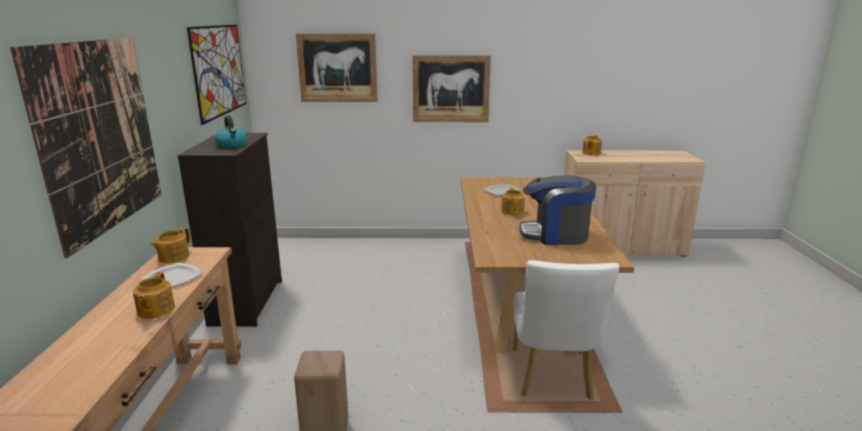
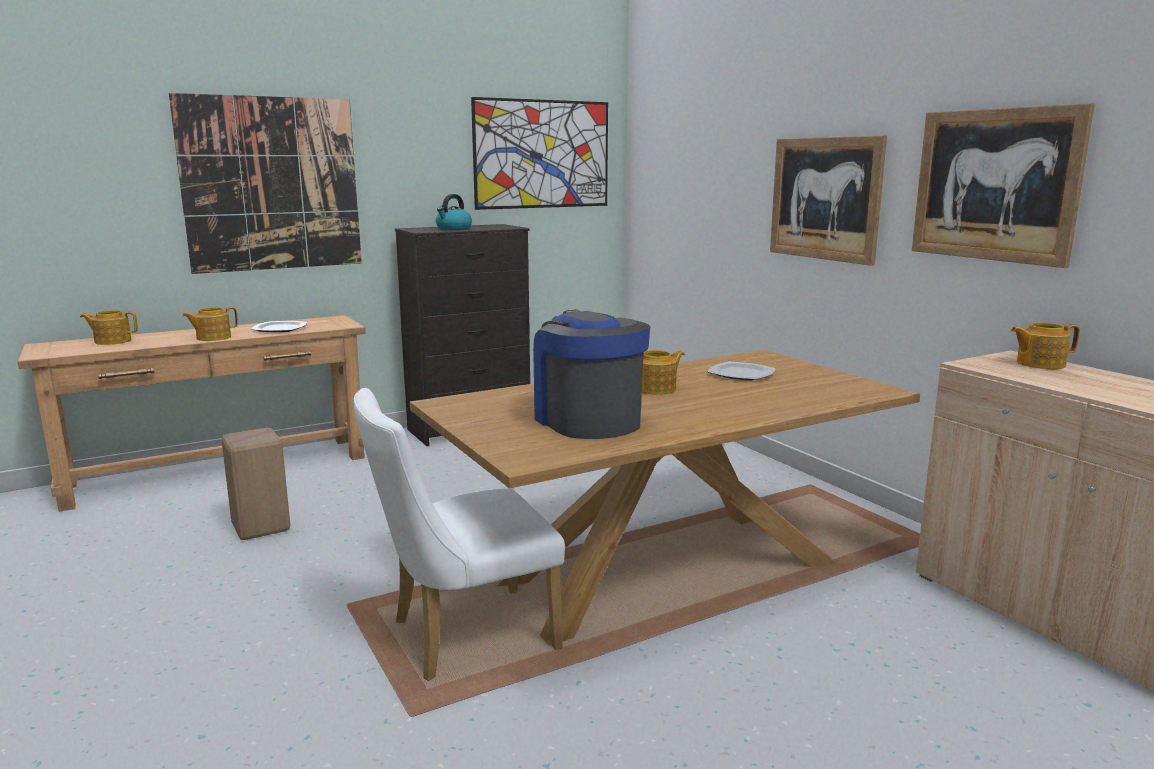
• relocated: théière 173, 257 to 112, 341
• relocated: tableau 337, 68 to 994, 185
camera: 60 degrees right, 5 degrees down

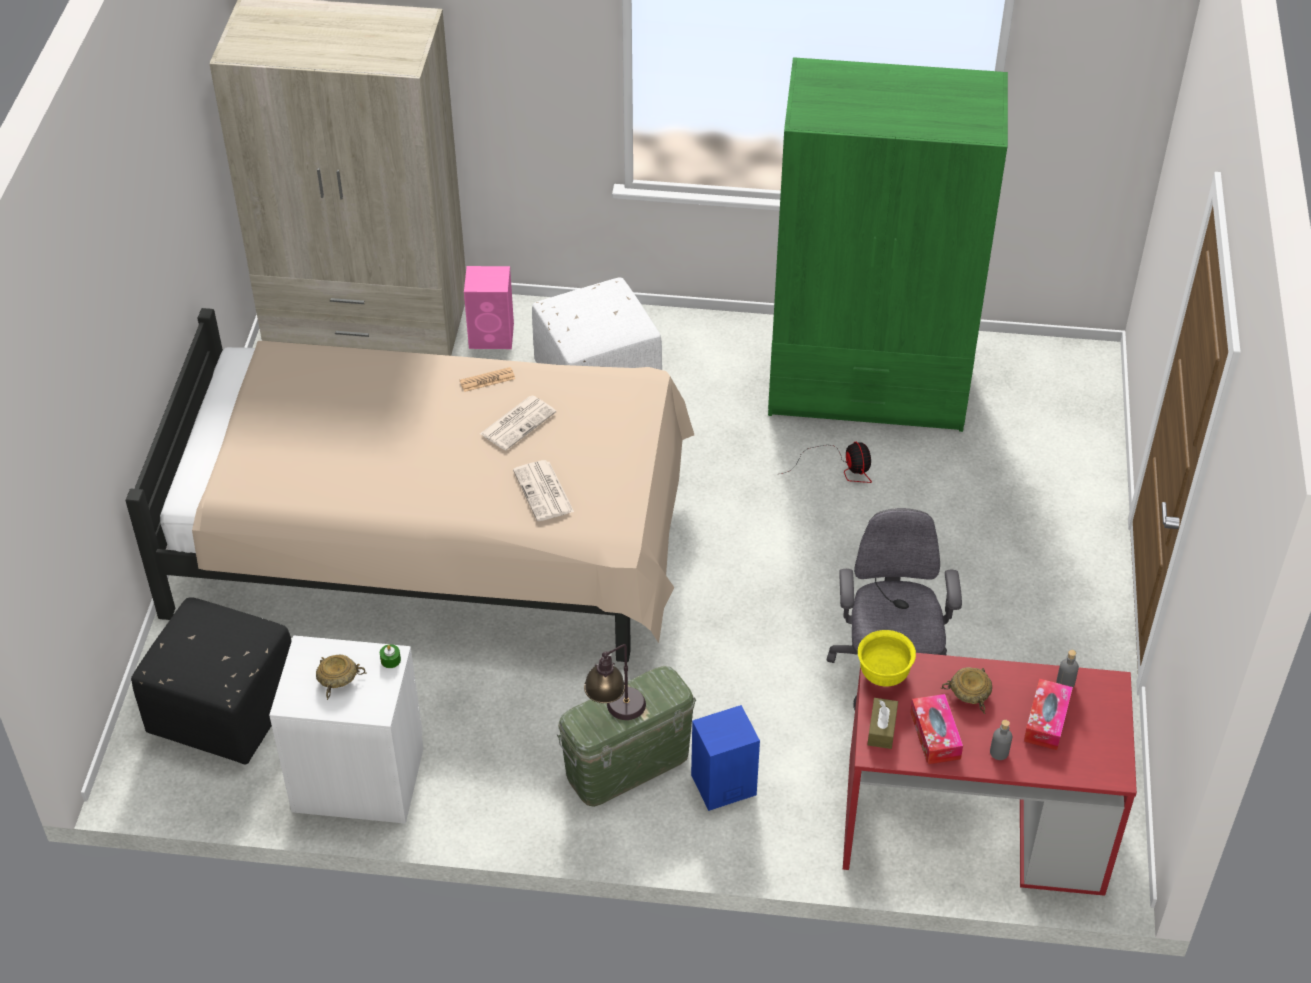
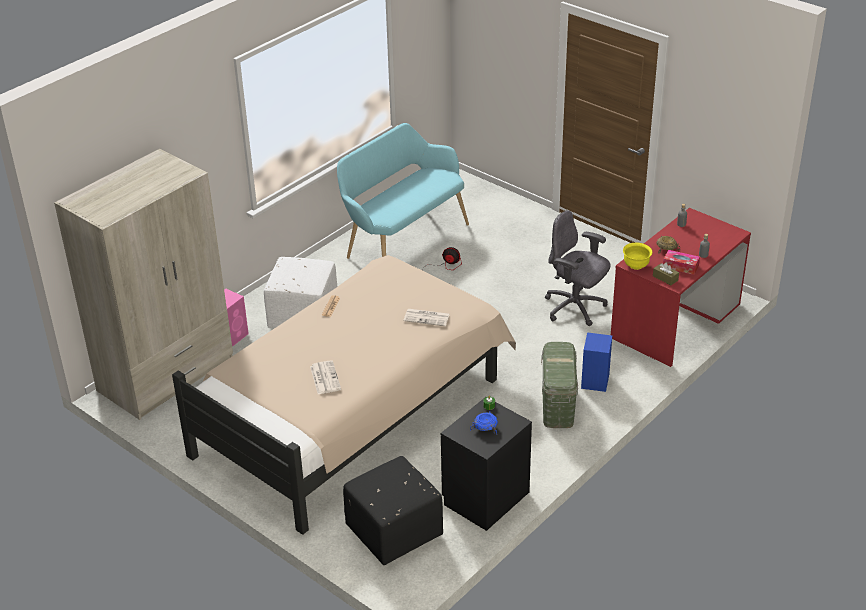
• relocated: journal 518, 422 to 325, 377
• exchanged: armoire/vert 868, 388 to banc/turquoise 402, 240
• colour: table de chevet/blanc 359, 777 to table de chevet/noir 485, 498
• colour: bol/beige 339, 680 to bol/bleu 486, 427
• missing: lampe de table 616, 714
• missing: boîte à mouchoirs 1046, 720
camera: 55 degrees left, 10 degrees down

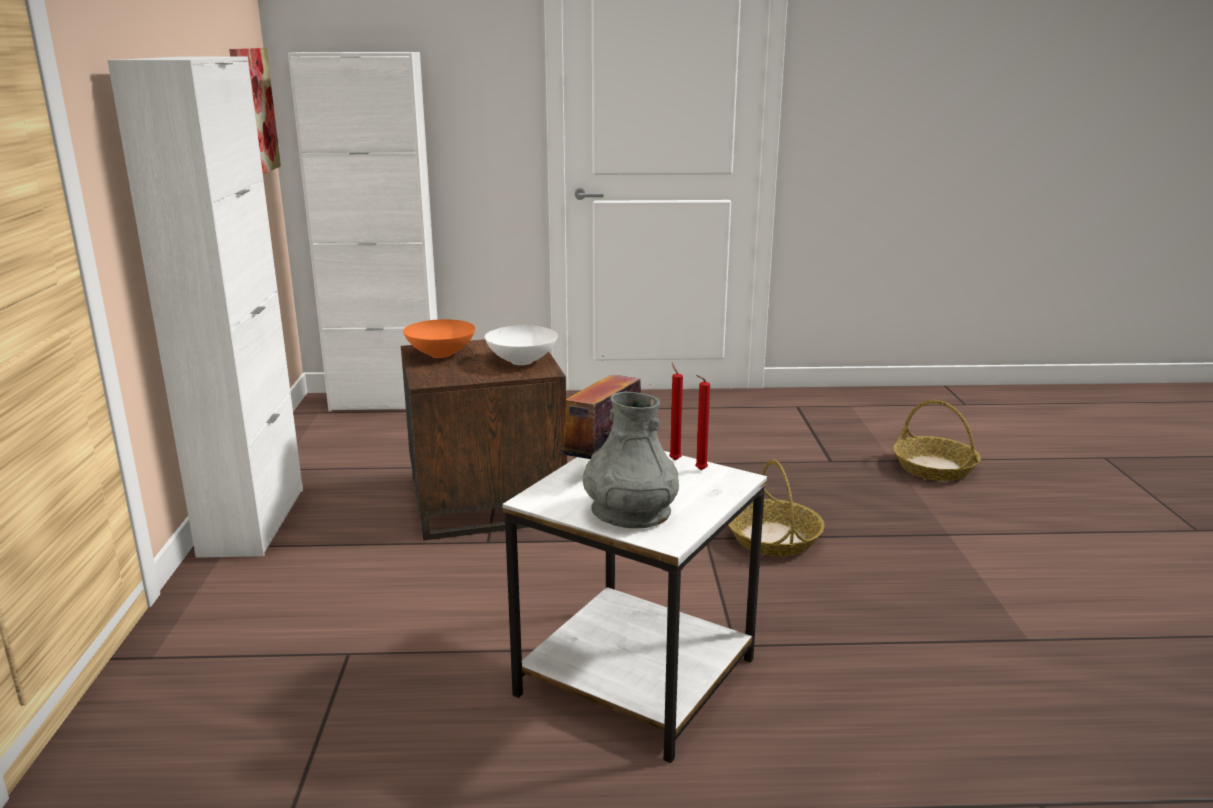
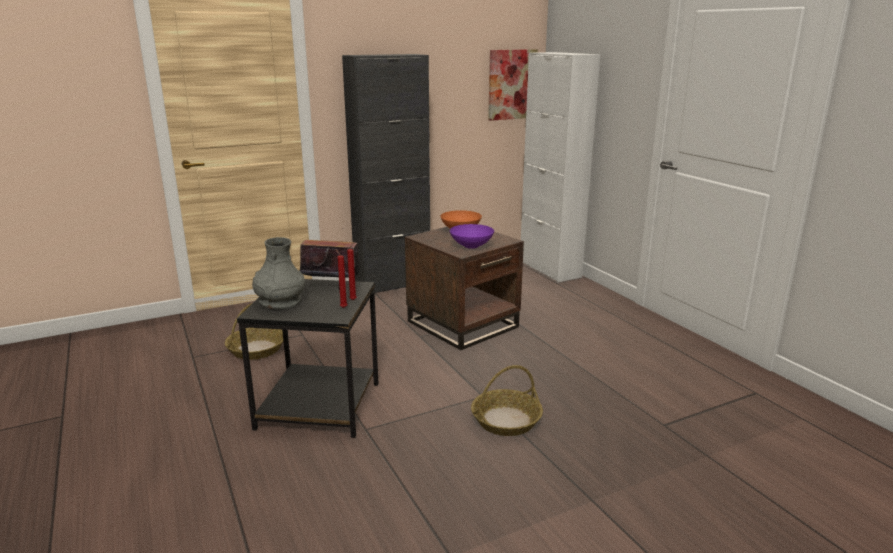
• relocated: panier 934, 468 to 256, 349
• colour: table d'appoint/blanc 637, 679 to table d'appoint/noir 317, 406
• colour: meuble de rangement/blanc 253, 521 to meuble de rangement/noir 392, 284
• colour: bol/blanc 522, 361 to bol/violet 472, 246
camera: 65 degrees right, 0 degrees up

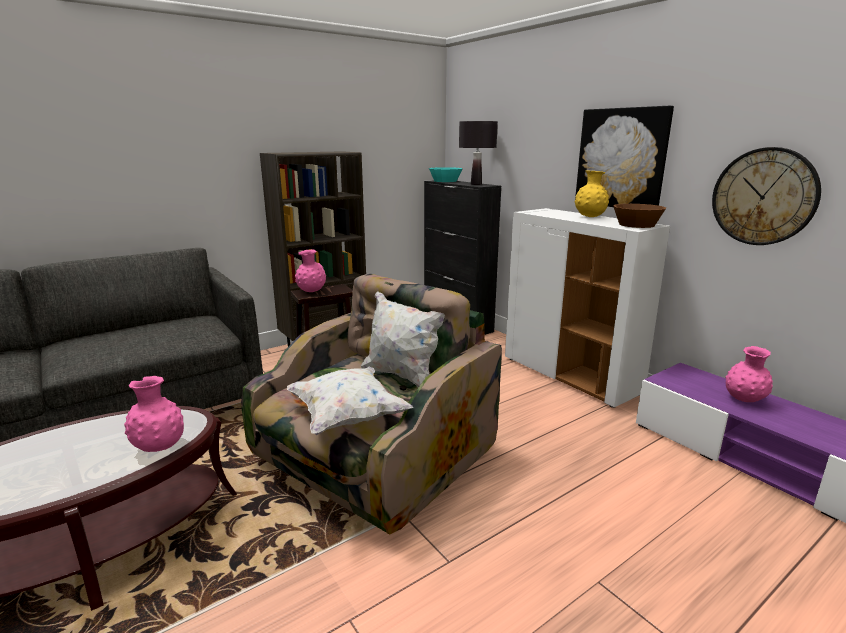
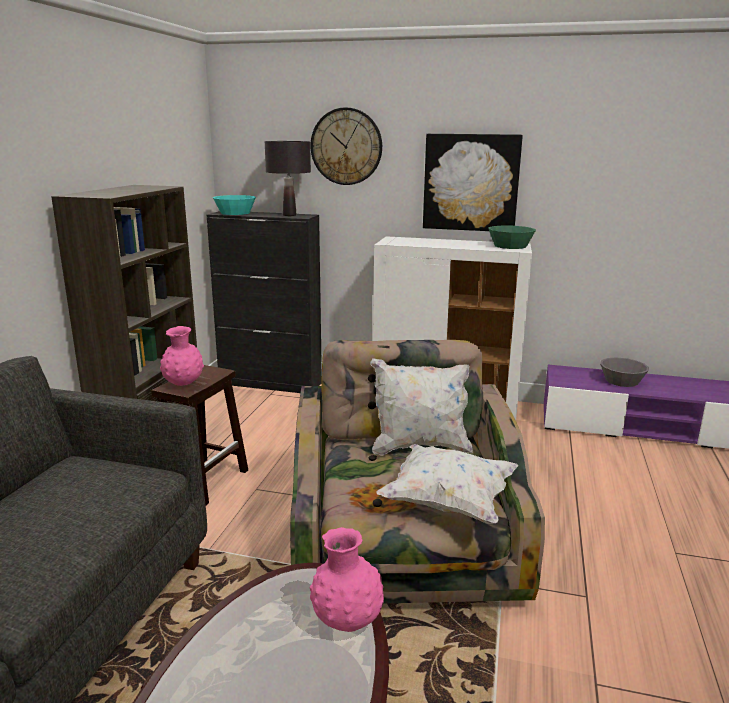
• relocated: horloge murale 763, 197 to 346, 146
• colour: bol/marron 636, 225 to bol/vert 510, 246
• exchanged: vase/rose 744, 400 to bol/gris 621, 381
• missing: vase/jaune 589, 217
camera: 40 degrees left, 0 degrees up

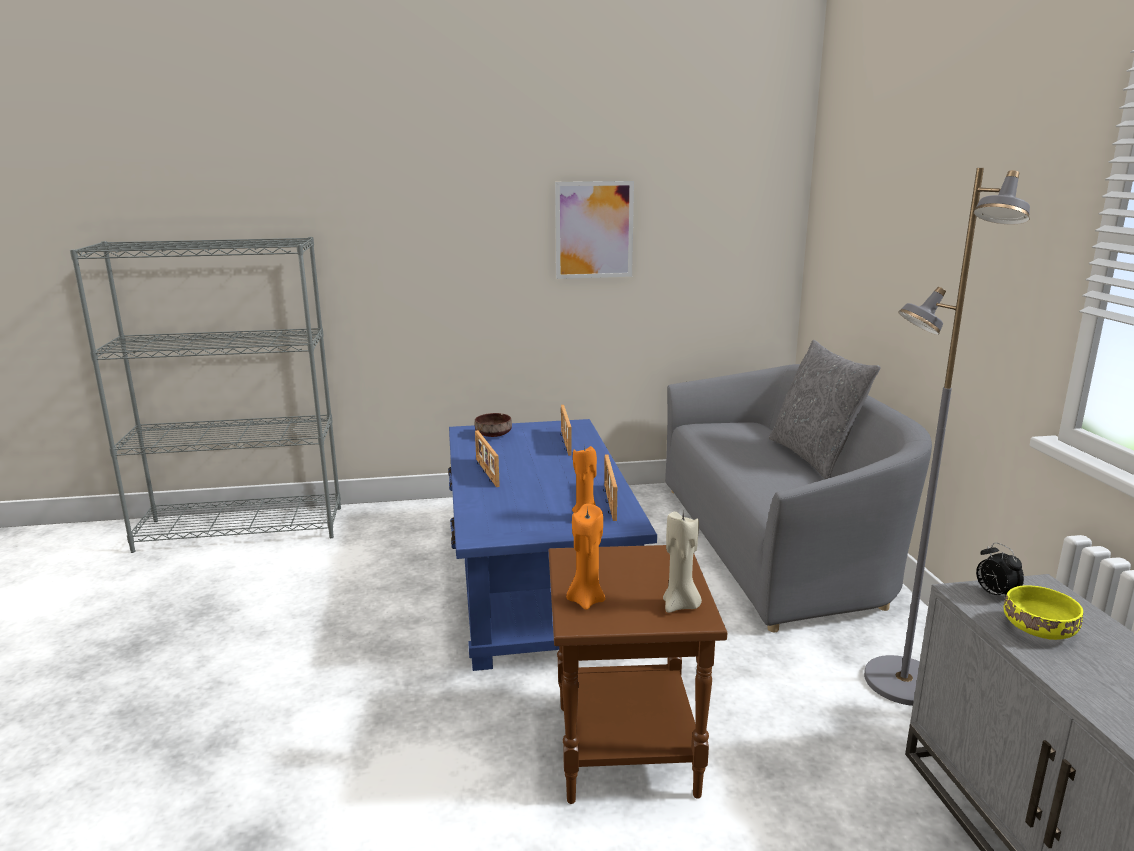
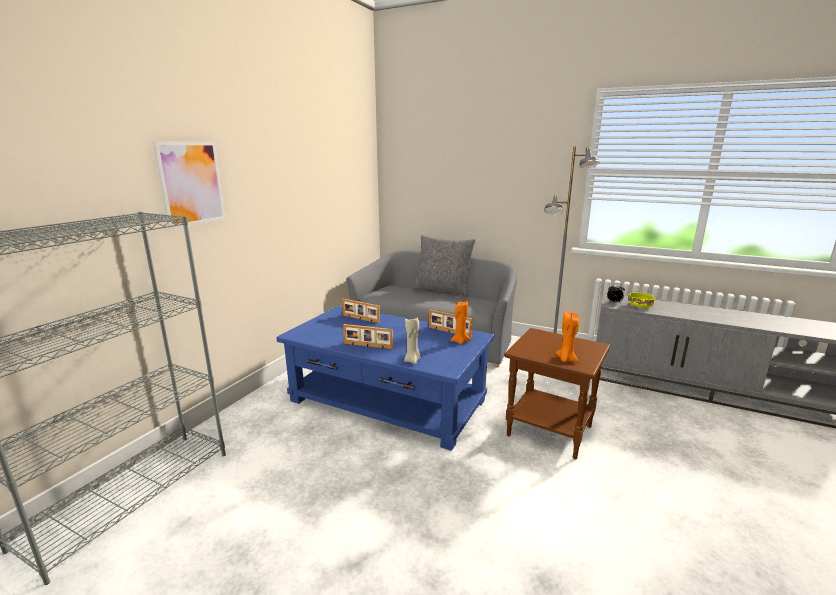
• relocated: tableau 594, 230 to 191, 183
• relocated: bougie/beige 680, 605 to 412, 360
• missing: bol/marron 492, 435
camera: 55 degrees left, 0 degrees up

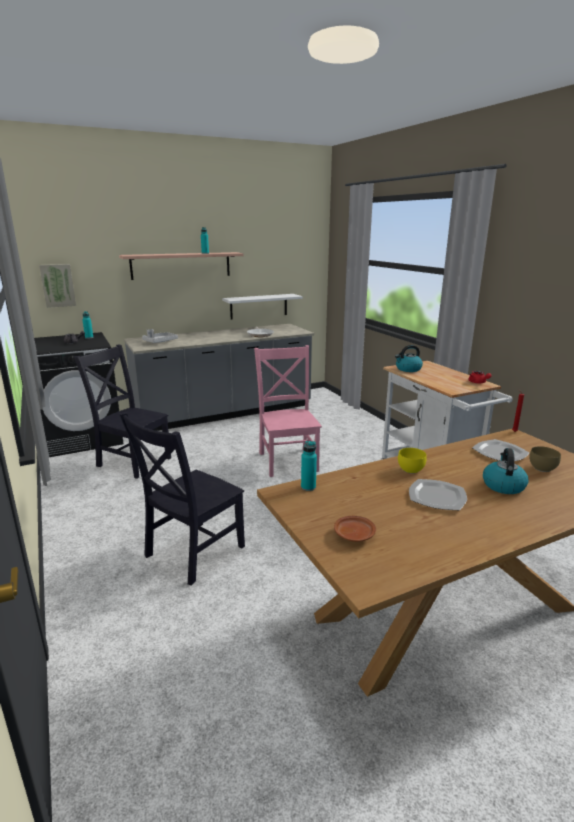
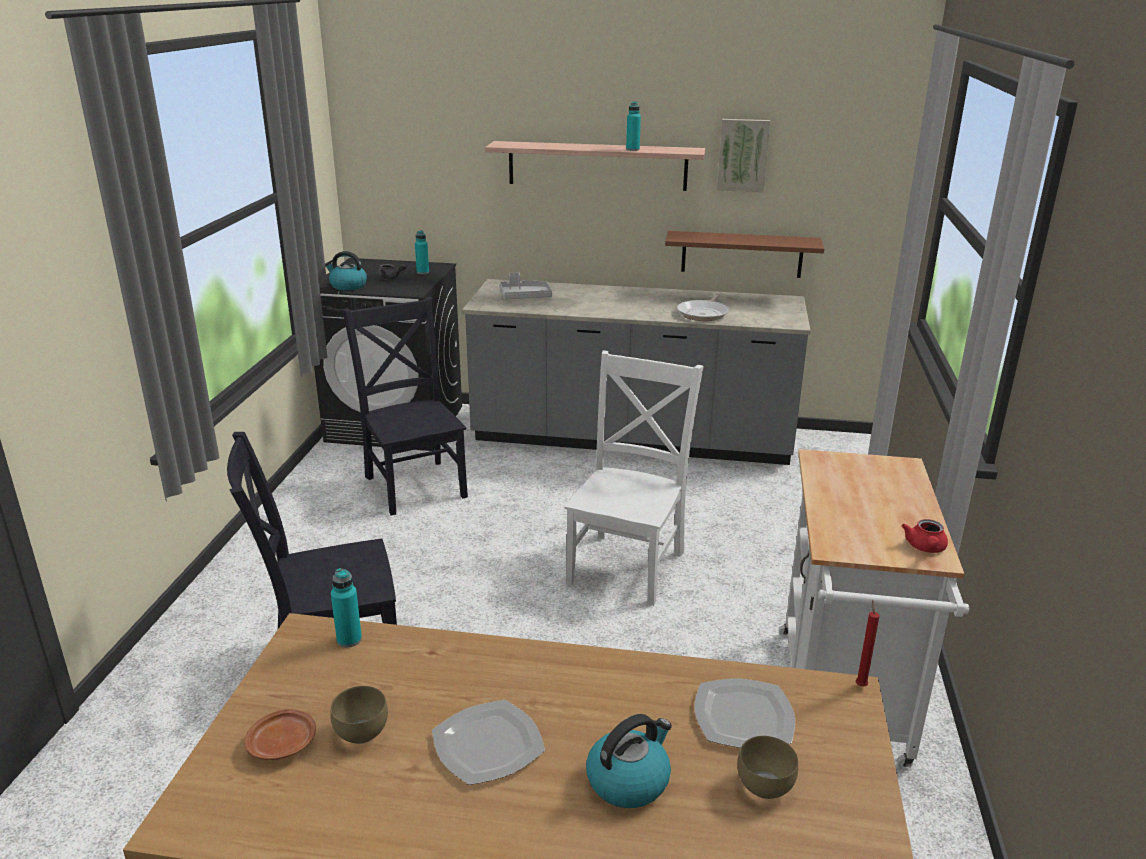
• relocated: bouilloire 408, 369 to 347, 286
• appeared: bol/marron 359, 733
• colour: chaise/rose 288, 460 to chaise/blanc 628, 565
• colour: étagère/blanc 259, 306 to étagère/marron 742, 254
• relocated: tableau 58, 285 to 743, 155
• missing: bol/jaune 409, 469
camera: 35 degrees right, 5 degrees up

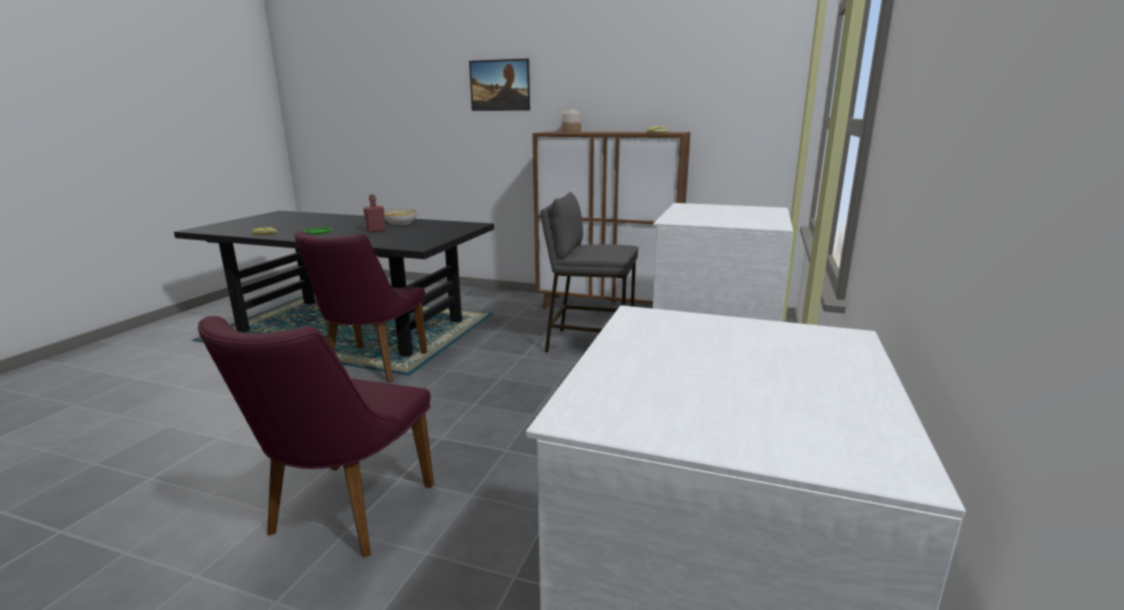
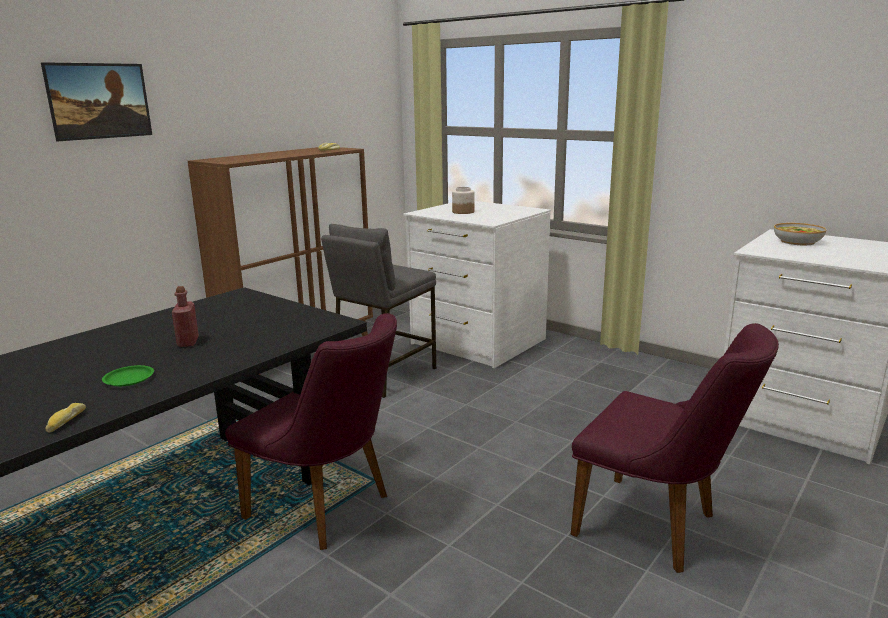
• relocated: bocal 571, 131 to 463, 212
• relocated: bol 400, 222 to 797, 242
camera: 70 degrees left, 0 degrees up

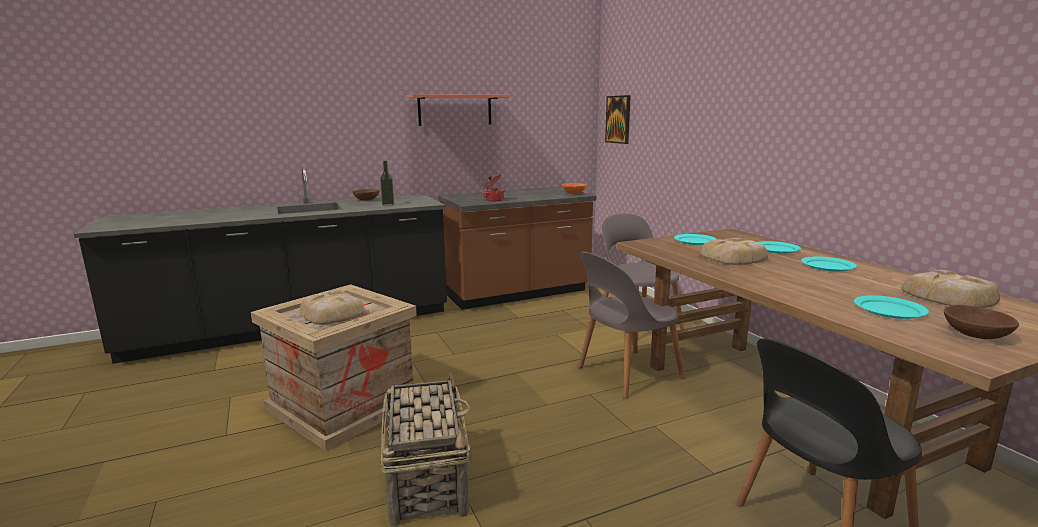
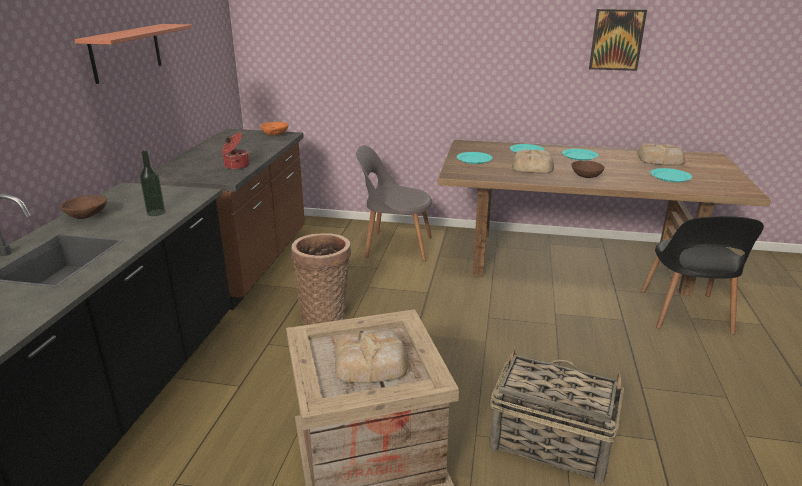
• appeared: panier 325, 314
• relocated: bol/marron 974, 335 to 585, 176
• relocated: tableau 618, 119 to 616, 39
• missing: chaise/gris 626, 374
camera: 55 degrees left, 10 degrees up

